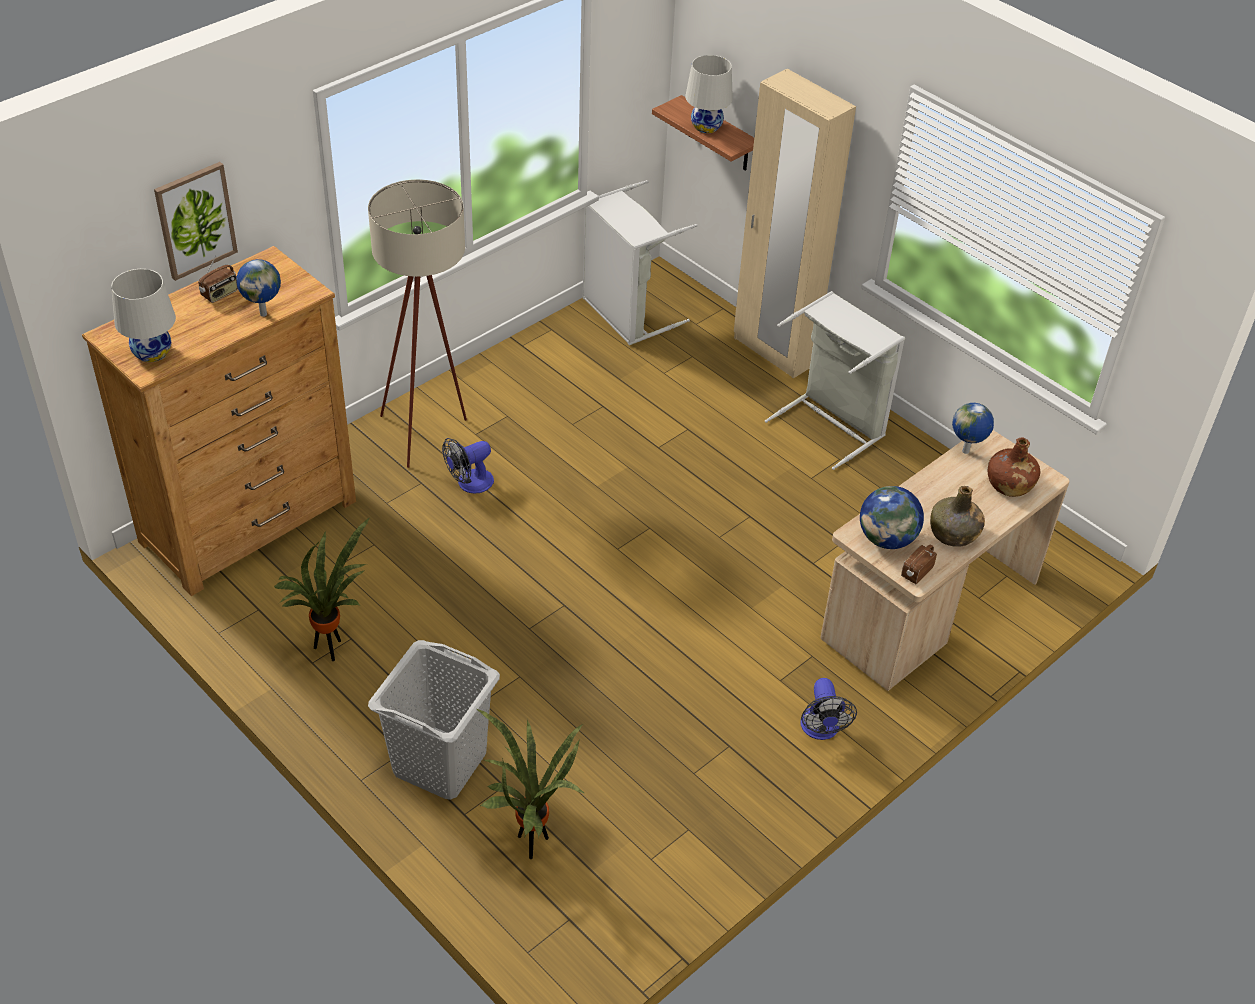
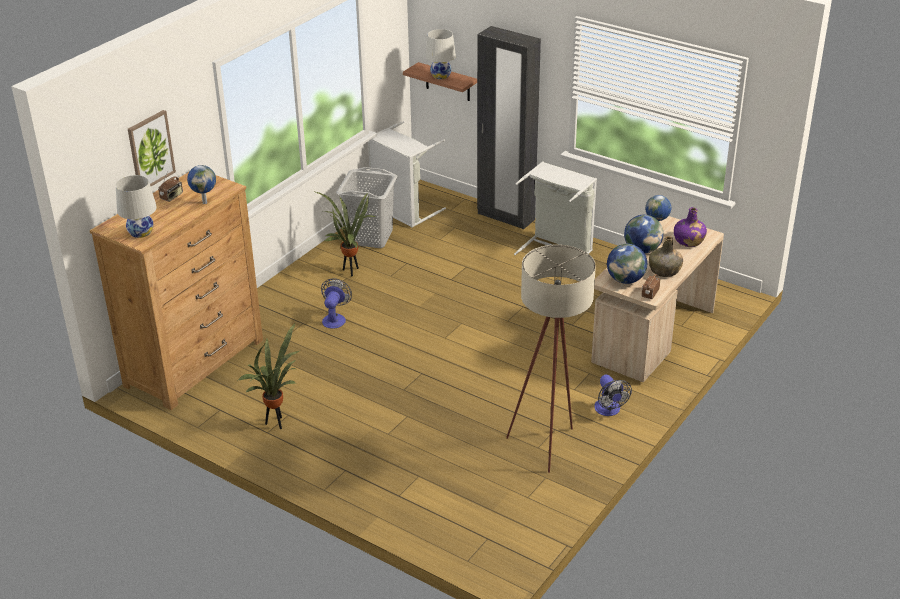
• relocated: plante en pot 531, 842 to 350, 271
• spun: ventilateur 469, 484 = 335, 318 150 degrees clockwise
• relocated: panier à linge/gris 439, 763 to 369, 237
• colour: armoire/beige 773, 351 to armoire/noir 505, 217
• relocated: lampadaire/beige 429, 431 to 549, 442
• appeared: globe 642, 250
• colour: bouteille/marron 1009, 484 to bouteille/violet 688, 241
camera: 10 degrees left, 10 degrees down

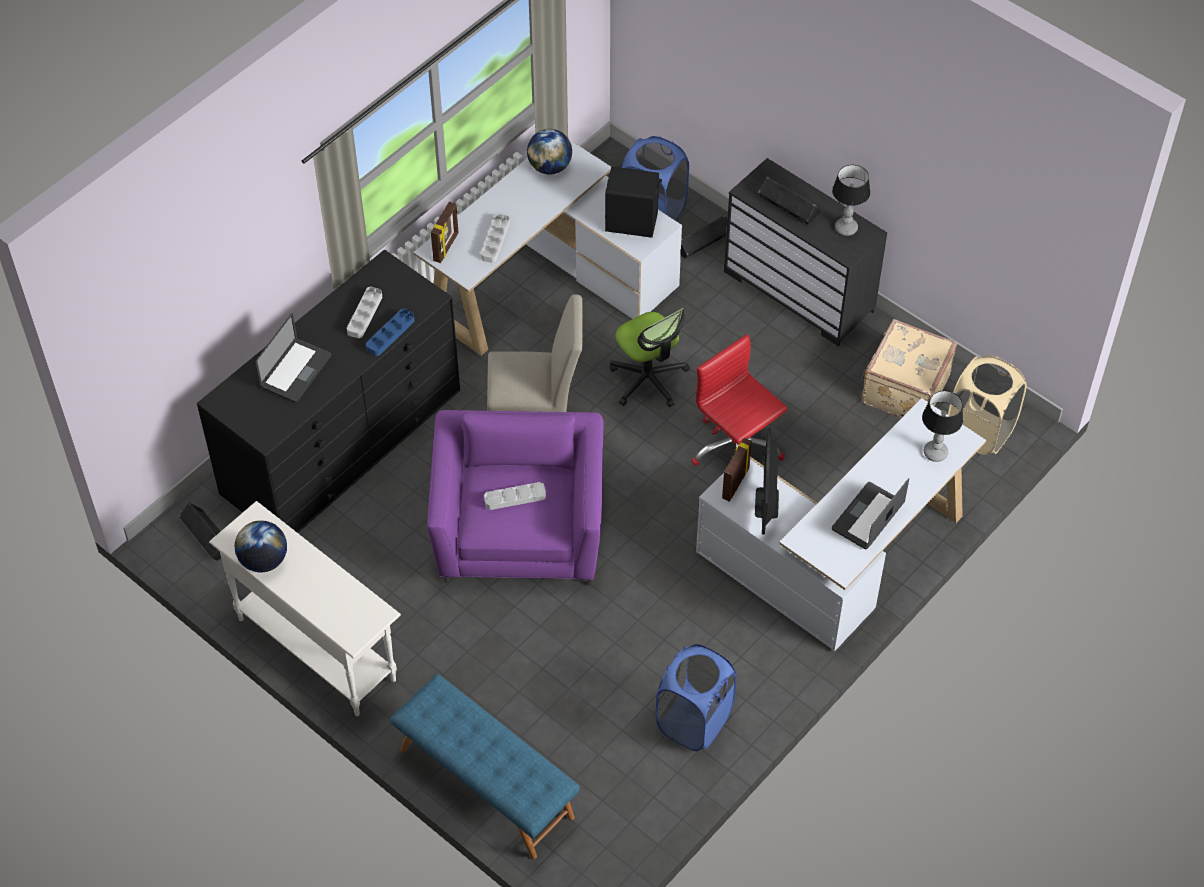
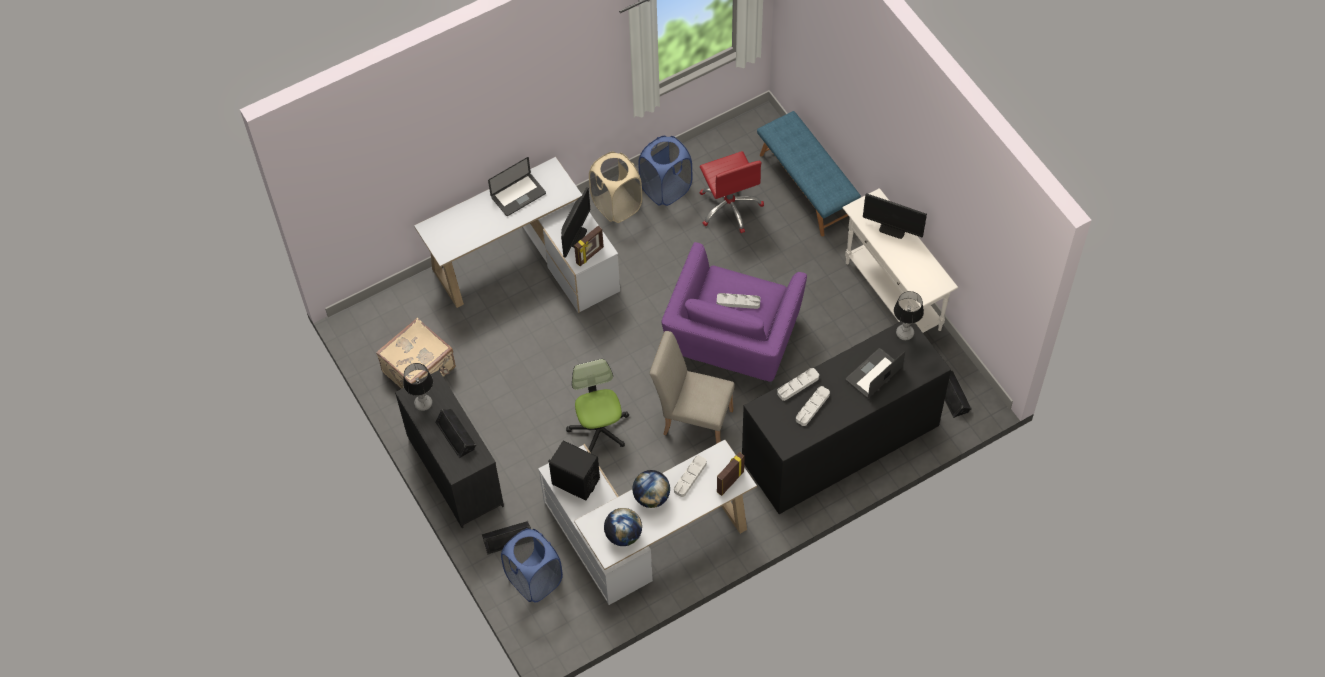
• relocated: panier à linge/beige 980, 431 to 616, 205
• relocated: globe 264, 560 to 651, 497
• relocated: chaise de bureau/rouge 735, 449 to 730, 207
• colour: plateau/bleu 390, 334 to plateau/gris 798, 385
• appeared: écran d'ordinateur 893, 229
• relocated: lampe de table 936, 453 to 904, 333
camera: 160 degrees left, 5 degrees up

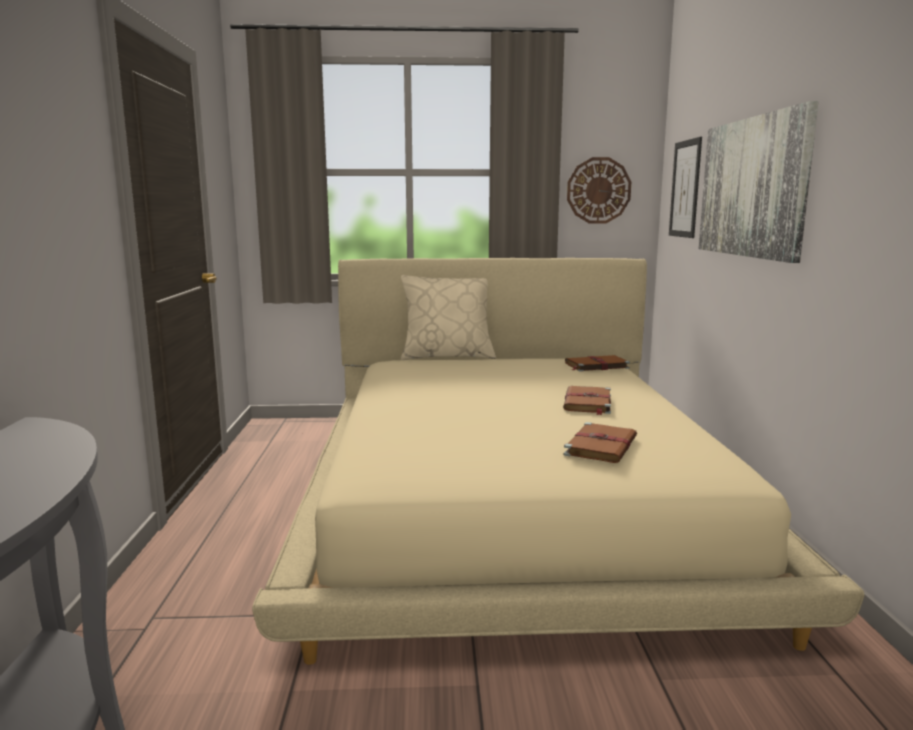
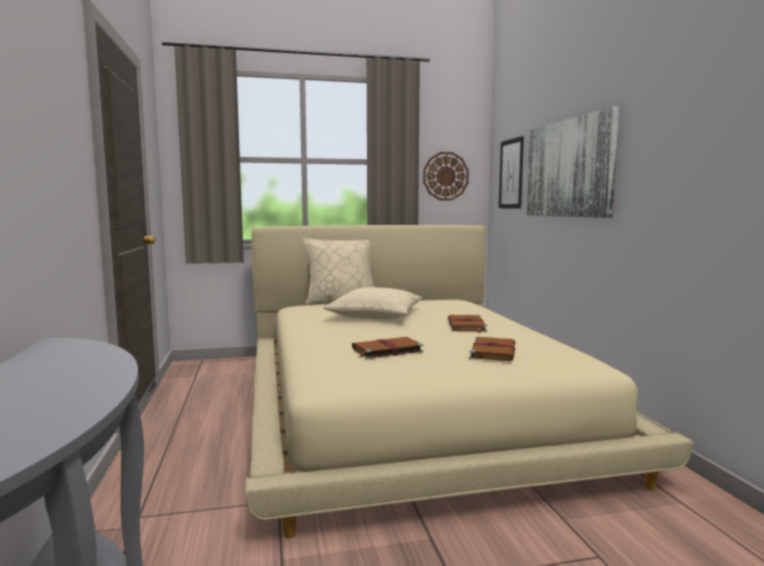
• appeared: coussin/beige 375, 315
• relocated: livre/marron 595, 366 to 386, 350
camera: 10 degrees left, 5 degrees down

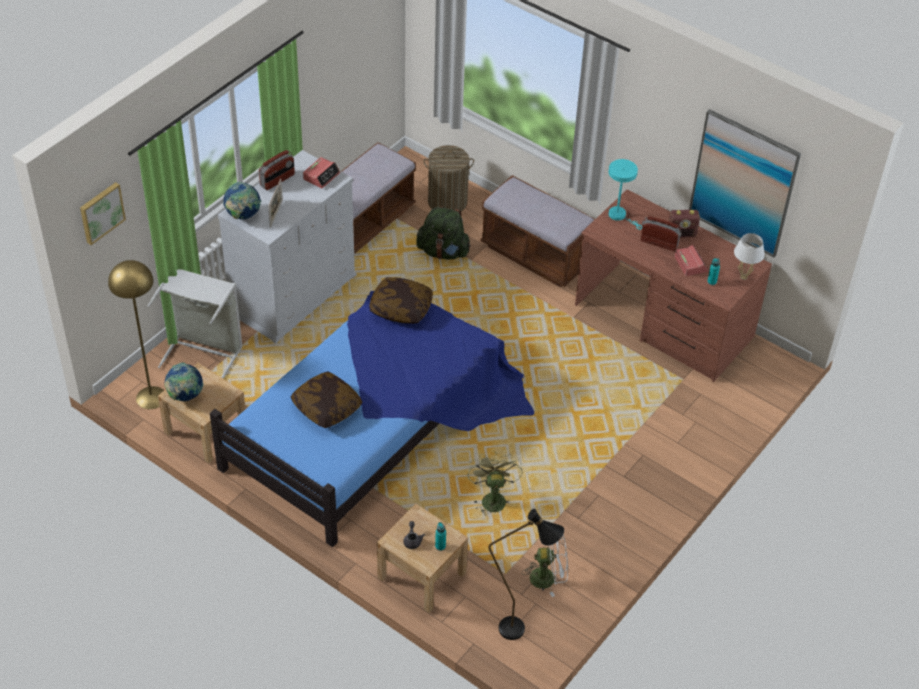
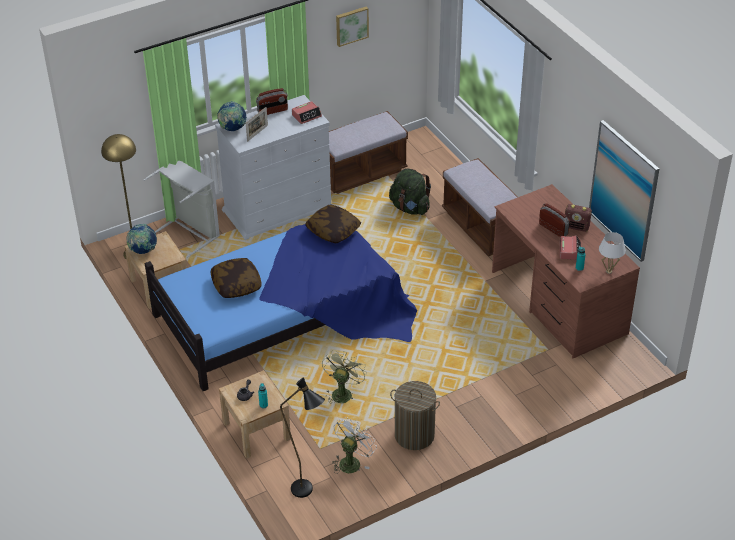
• spun: ventilateur/blanc 548, 577 = 352, 461 75 degrees counterclockwise
• relocated: tableau 101, 212 to 351, 25
• relocated: panier à linge 447, 202 to 414, 435
• missing: lampe de table/turquoise 620, 216
camera: 25 degrees right, 5 degrees down

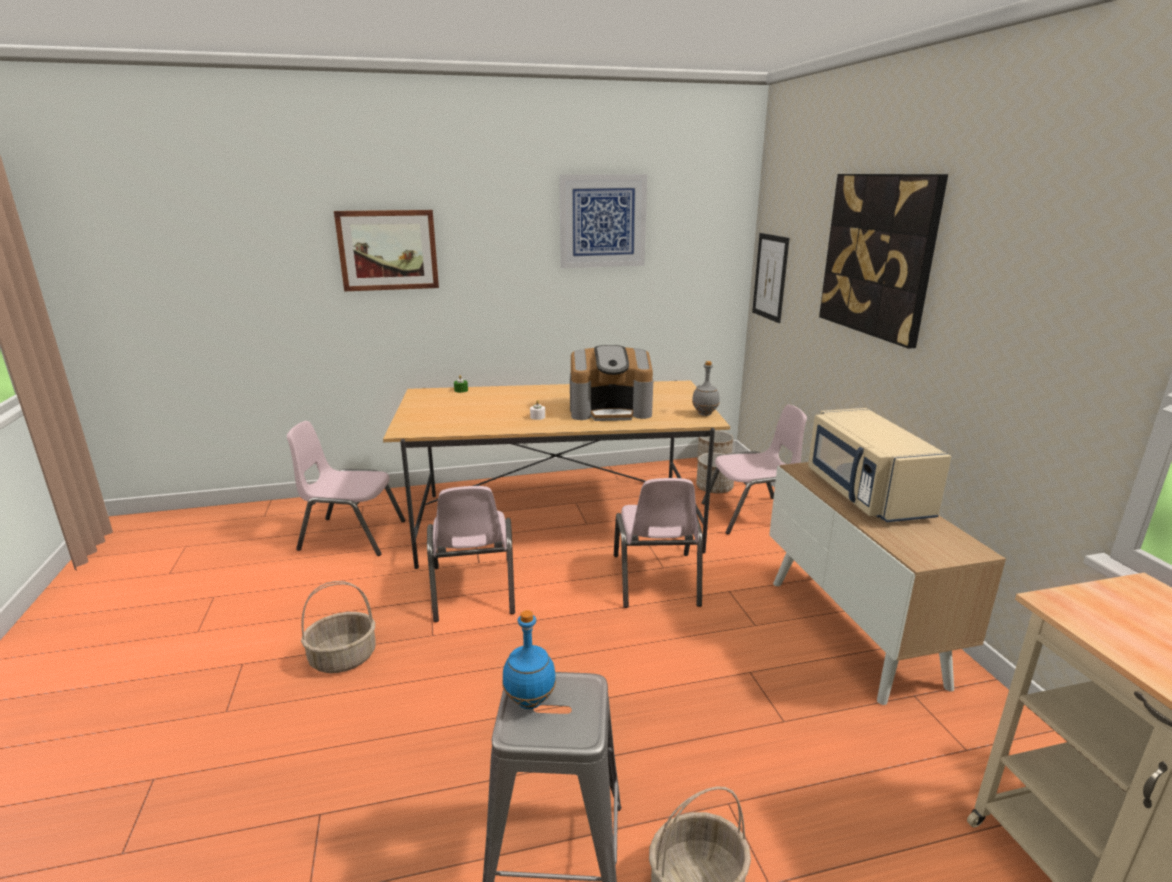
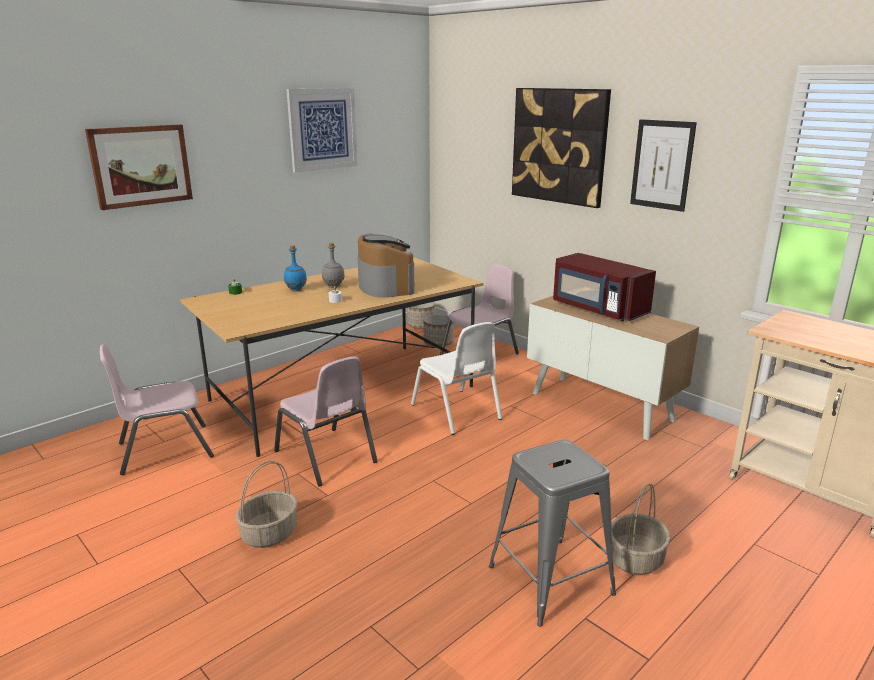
• relocated: bouteille/bleu 530, 700 to 296, 290
• relocated: bouteille/gris 704, 414 to 334, 287
• spun: machine à café 610, 410 = 385, 286 75 degrees counterclockwise
• colour: chaise/rose 655, 580 to chaise/blanc 456, 412
• colour: micro-ondes/beige 864, 493 to micro-ondes/rouge 597, 309
• relocated: tableau 770, 277 to 662, 165
camera: 30 degrees left, 0 degrees up

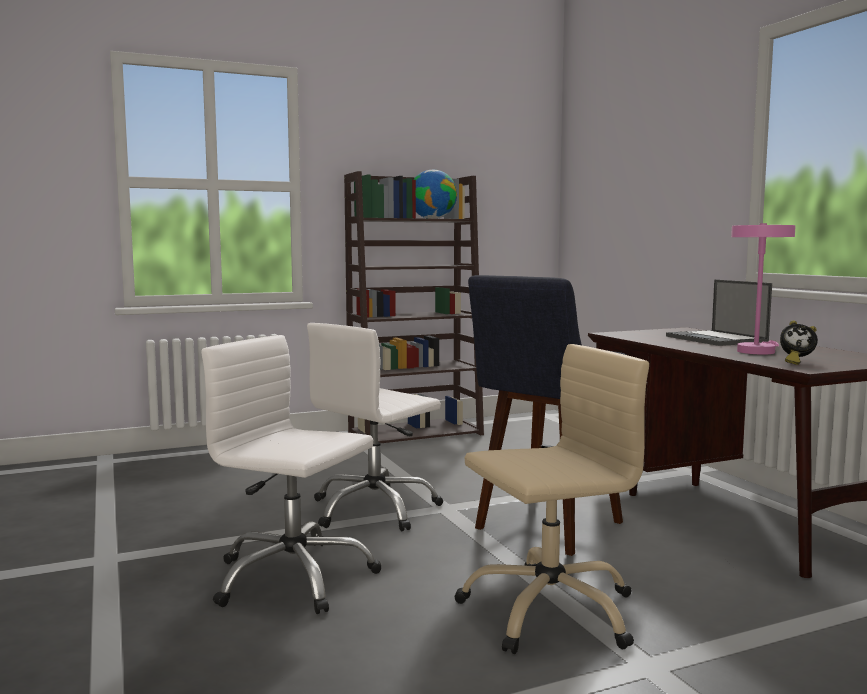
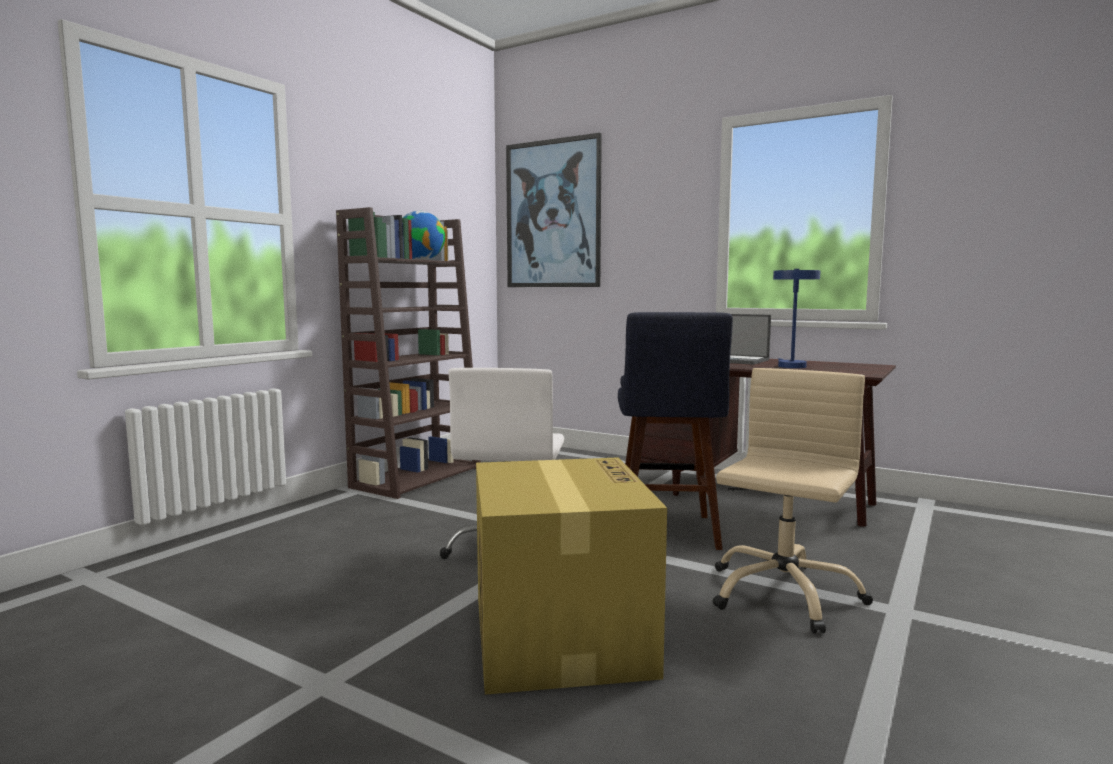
• exchanged: chaise de bureau/blanc 293, 577 to carton 559, 634
• appeared: tableau 553, 214
• colour: lampe de table/rose 757, 351 to lampe de table/bleu 790, 366
• missing: réveil 795, 362
camera: 35 degrees left, 0 degrees up

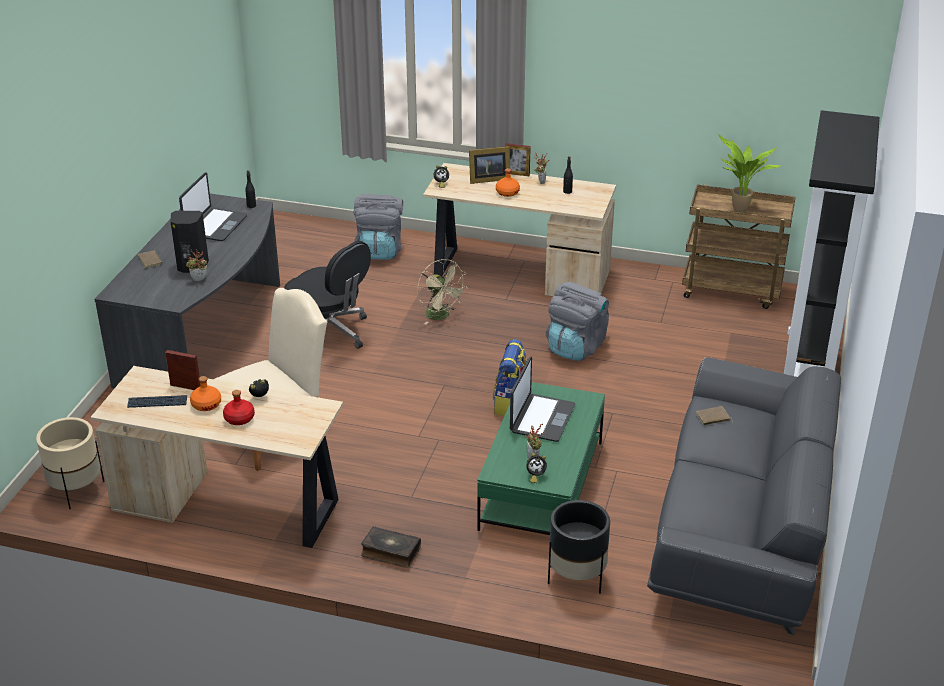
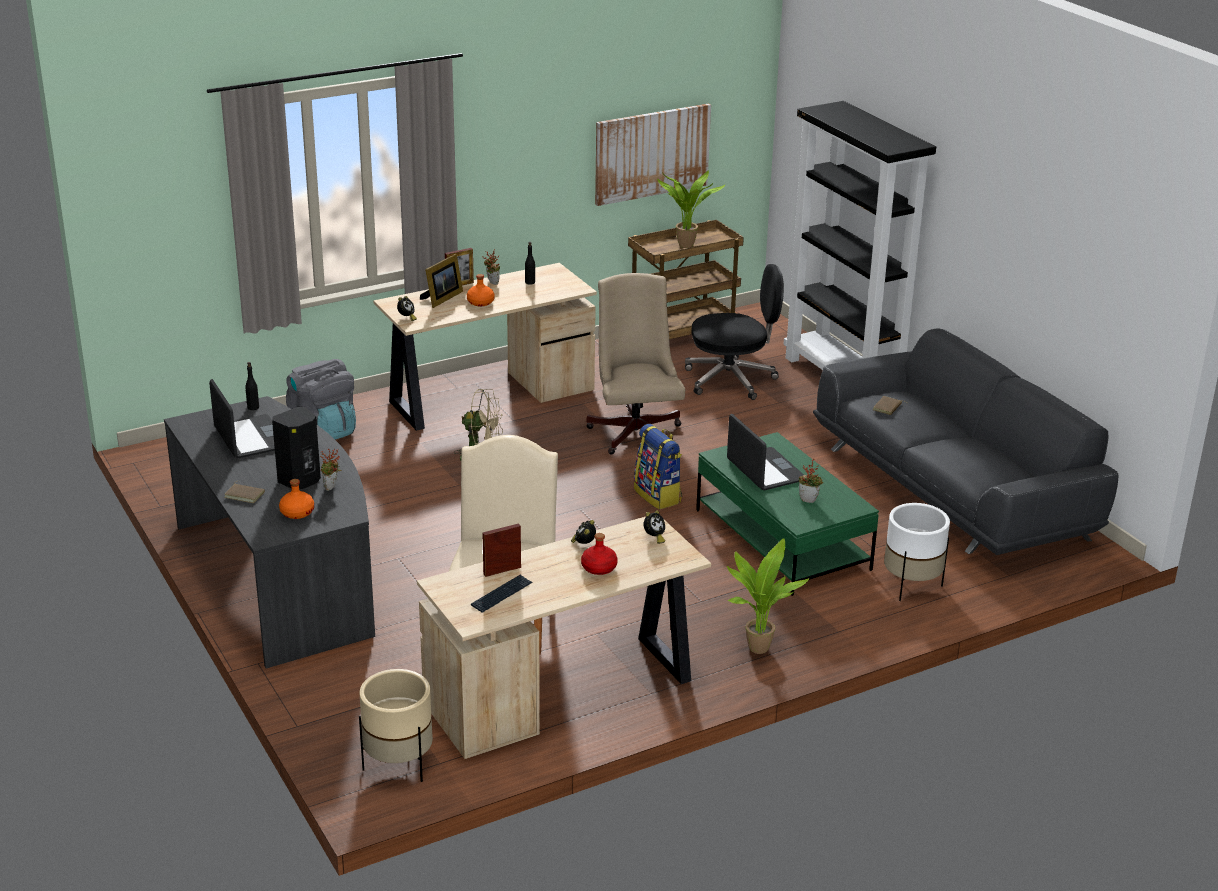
• relocated: bouteille/orange 206, 404 to 297, 512
• exchanged: sac à dos/gris 576, 347 to chaise de bureau/beige 635, 430
• appeared: tableau 652, 153
• relocated: réveil 535, 476 to 654, 538
• relocated: chaise de bureau/noir 328, 333 to 732, 379
• exchanged: livre 390, 552 to plante en pot 756, 647
• colour: cache-pot/noir 577, 578 to cache-pot/blanc 911, 586
camera: 45 degrees left, 5 degrees down

